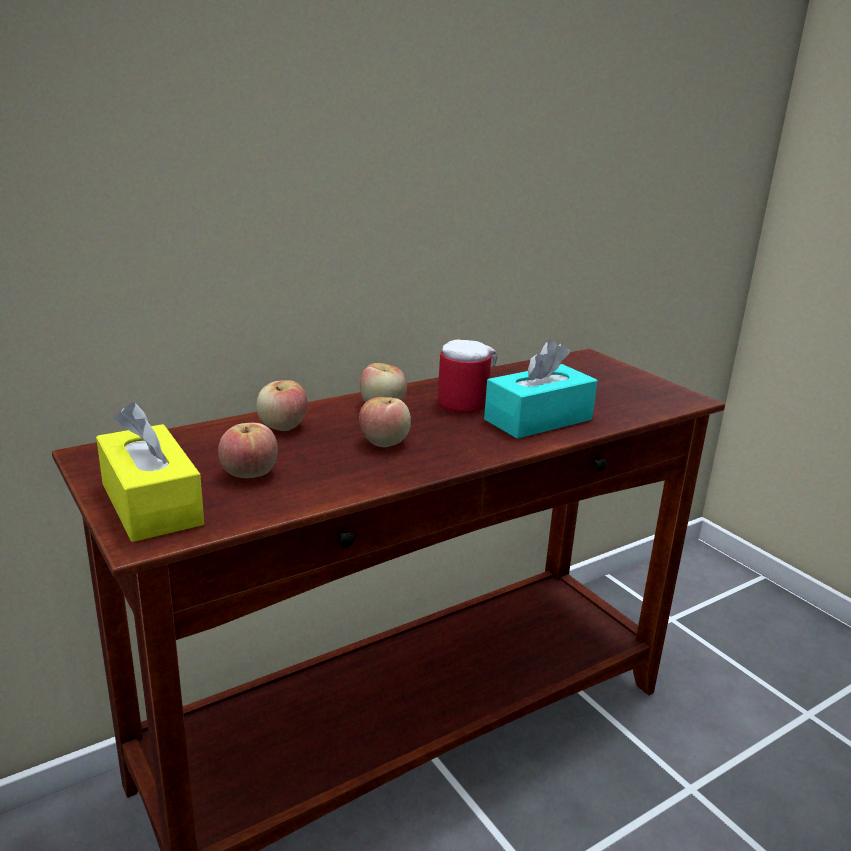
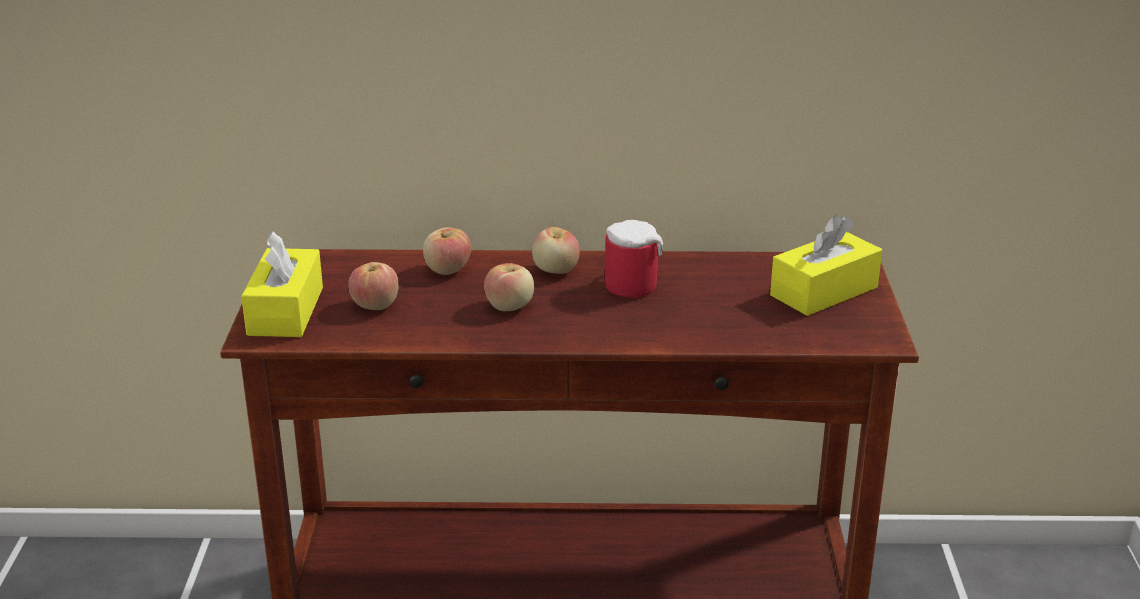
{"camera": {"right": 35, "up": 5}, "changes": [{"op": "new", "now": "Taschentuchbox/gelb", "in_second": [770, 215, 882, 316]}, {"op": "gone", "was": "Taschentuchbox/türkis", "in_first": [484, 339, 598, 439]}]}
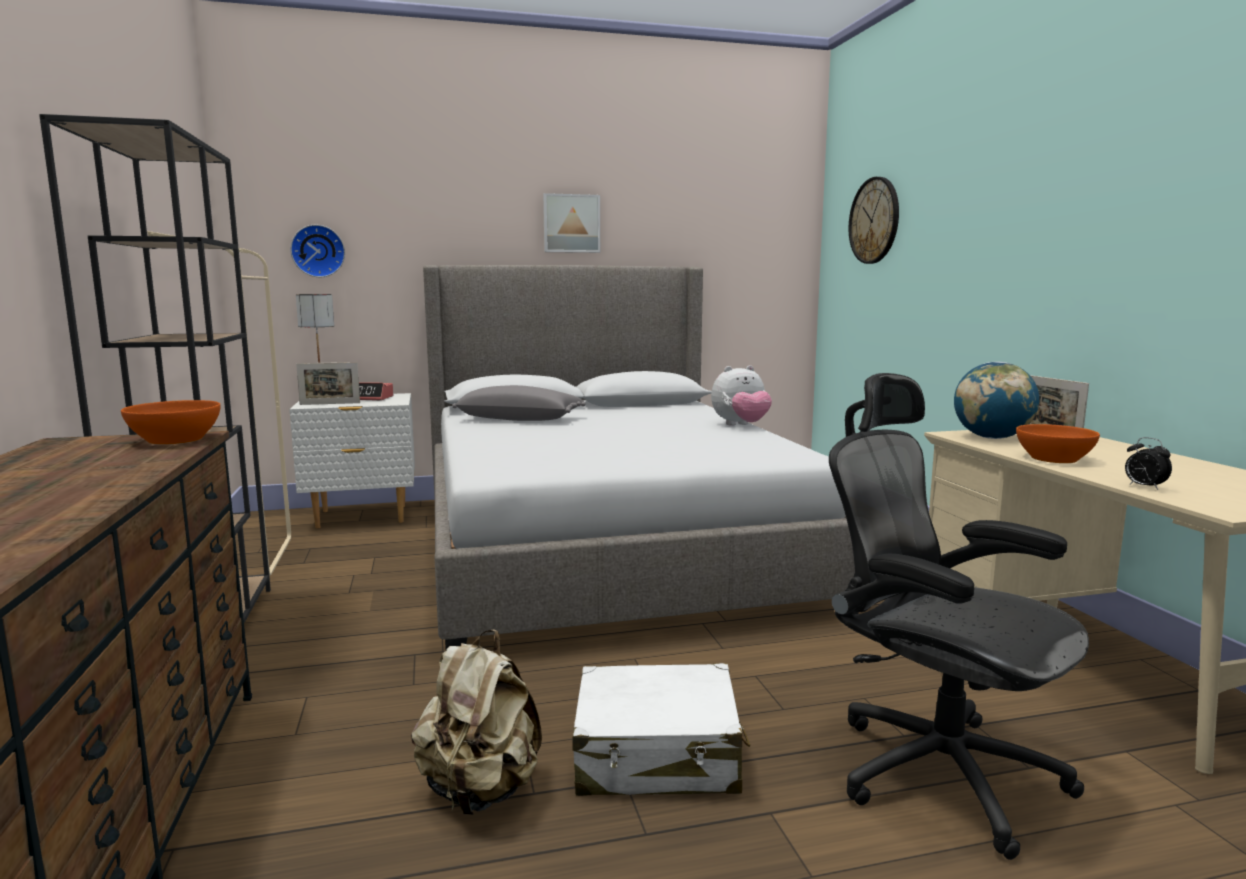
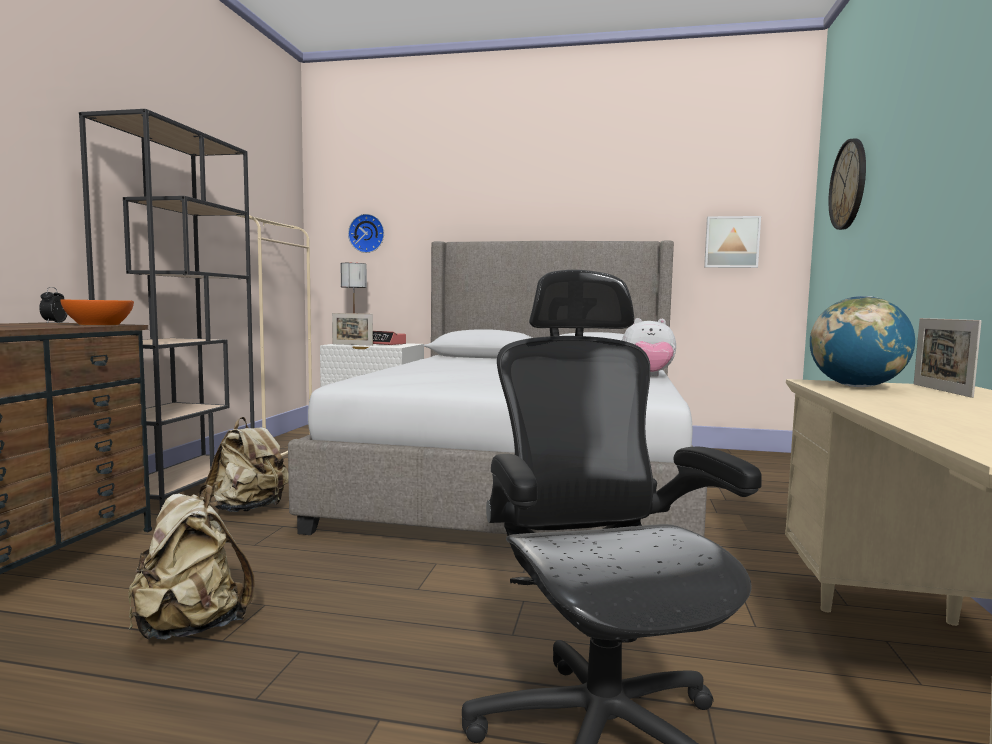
{"camera": {"right": 25, "up": -5}, "changes": [{"op": "shifted", "was": "Wecker", "in_first": [1125, 437, 1172, 490], "in_second": [39, 287, 67, 323]}, {"op": "new", "now": "Rucksack/beige", "in_second": [202, 417, 289, 512]}, {"op": "shifted", "was": "Bild", "in_first": [543, 193, 600, 253], "in_second": [704, 216, 761, 268]}, {"op": "gone", "was": "Kissen/grau", "in_first": [452, 385, 586, 421]}, {"op": "gone", "was": "Koffer/weiß", "in_first": [572, 663, 750, 796]}, {"op": "gone", "was": "Schüssel/orange", "in_first": [1016, 424, 1100, 463]}]}
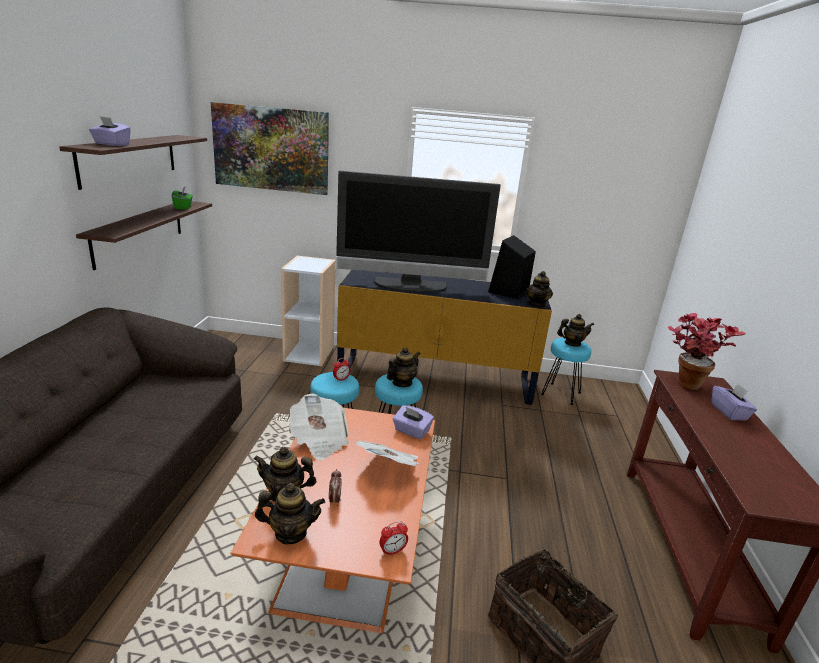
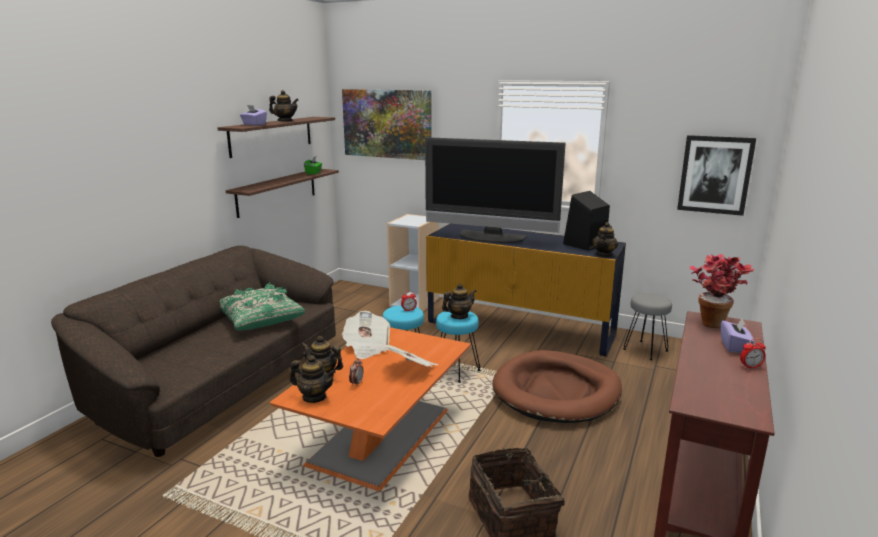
{"camera": {"right": 20, "up": -5}, "changes": [{"op": "new", "now": "Kissen/grün", "in_second": [220, 282, 305, 331]}, {"op": "shifted", "was": "Teekanne", "in_first": [557, 314, 594, 347], "in_second": [269, 90, 299, 121]}, {"op": "new", "now": "Hundebett/braun", "in_second": [492, 350, 622, 423]}, {"op": "repainted", "was": "Hocker/türkis", "now": "Hocker/grau", "in_first": [542, 338, 591, 405], "in_second": [623, 293, 672, 360]}, {"op": "new", "now": "Bild", "in_second": [677, 135, 756, 216]}, {"op": "shifted", "was": "Wecker", "in_first": [379, 521, 408, 556], "in_second": [740, 339, 766, 369]}, {"op": "gone", "was": "Taschentuchbox/lila", "in_first": [393, 405, 434, 439]}]}
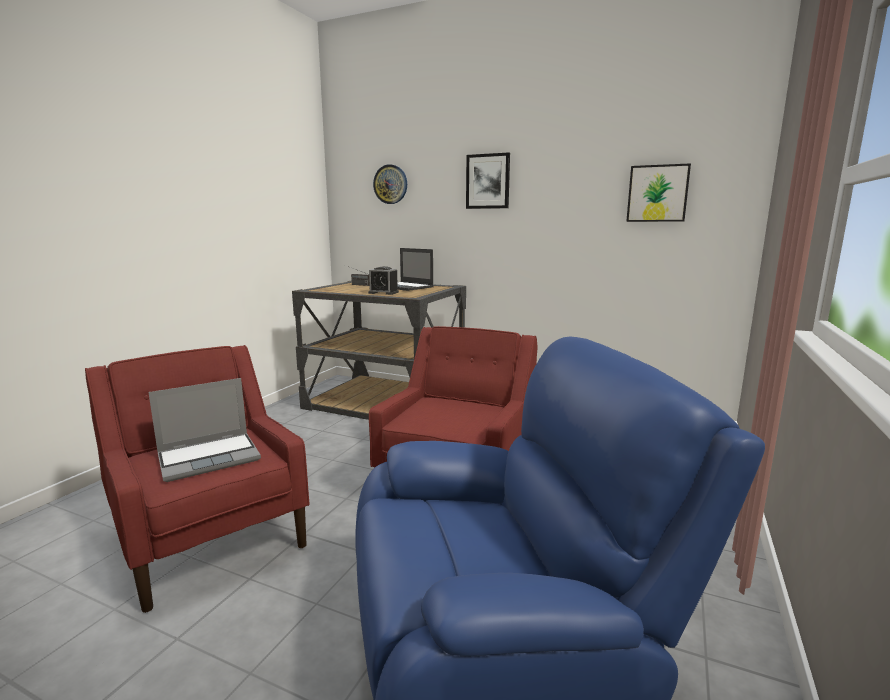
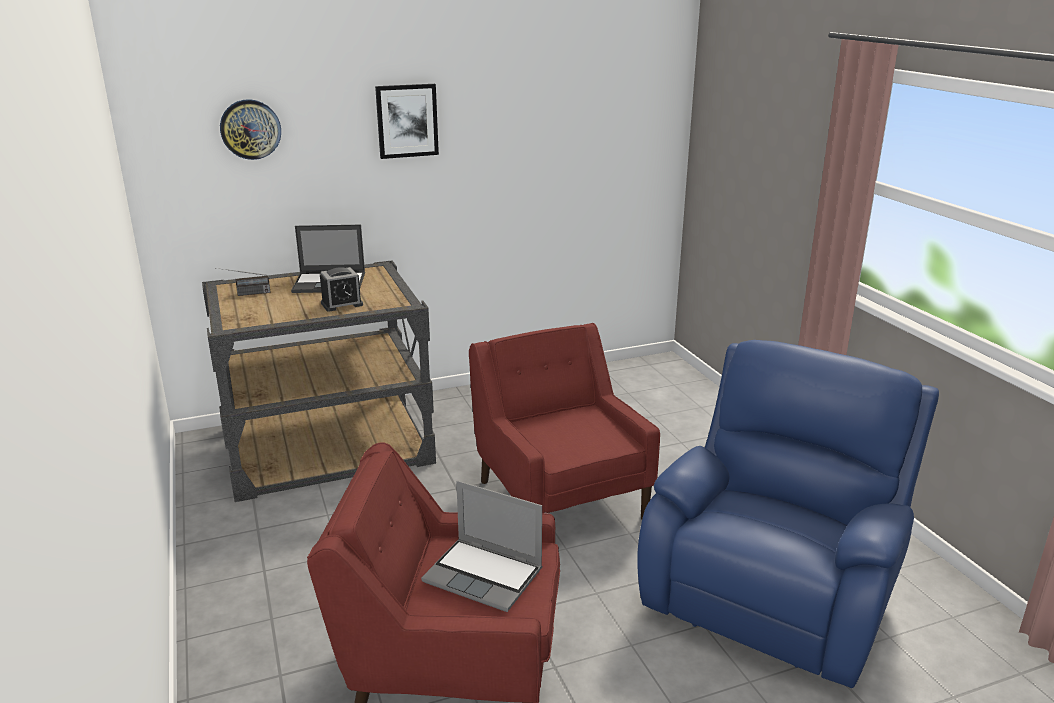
{"camera": {"right": -45, "up": 10}, "changes": [{"op": "rotated", "was": "Laptop", "in_first": [148, 378, 261, 482], "in_second": [421, 481, 542, 612], "clockwise": 105}, {"op": "gone", "was": "Bild", "in_first": [626, 163, 691, 222]}]}
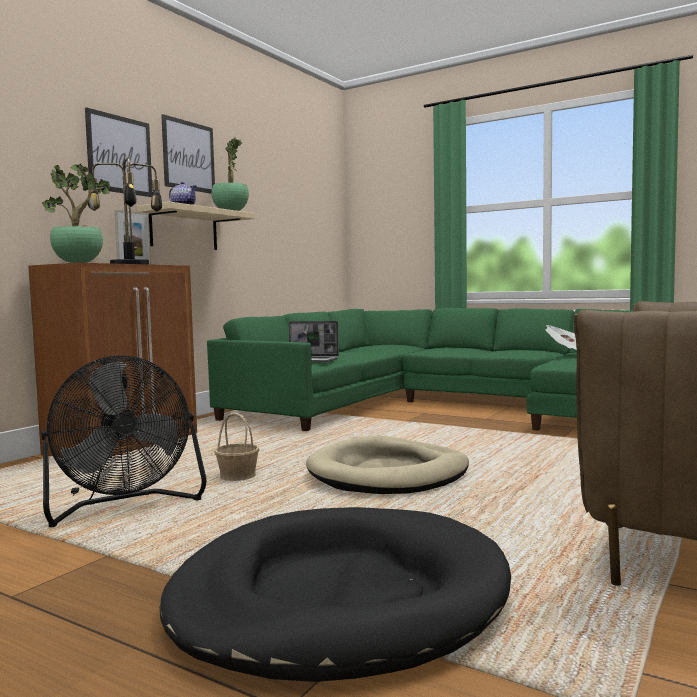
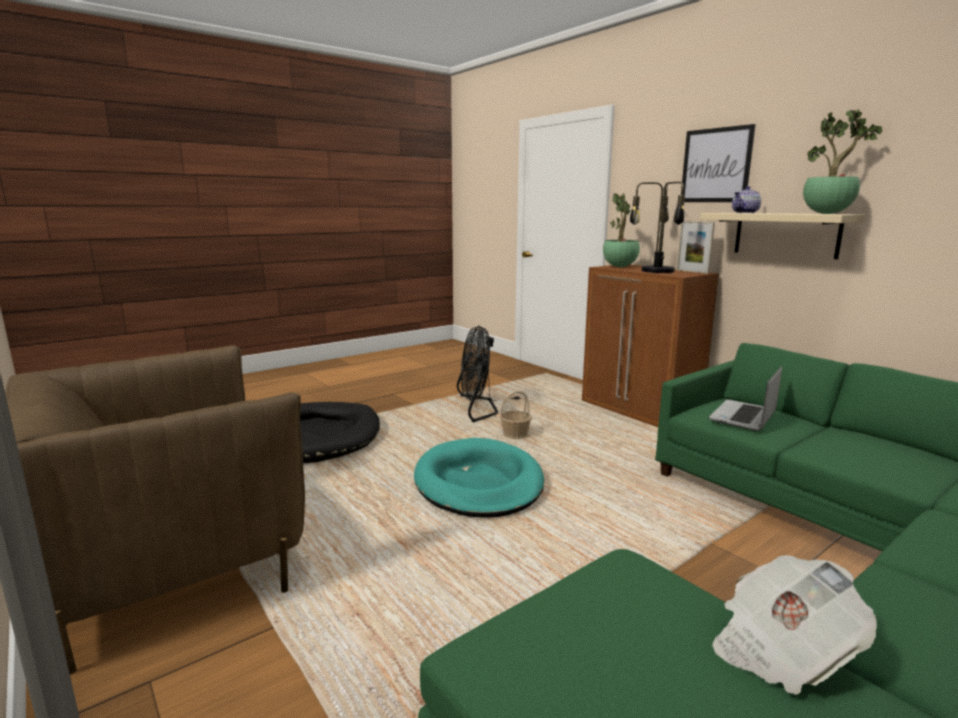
{"camera": {"right": 110, "up": 10}, "changes": [{"op": "repainted", "was": "Hundebett/beige", "now": "Hundebett/türkis", "in_first": [306, 436, 469, 494], "in_second": [414, 438, 544, 518]}, {"op": "gone", "was": "Bild", "in_first": [161, 114, 215, 194]}]}
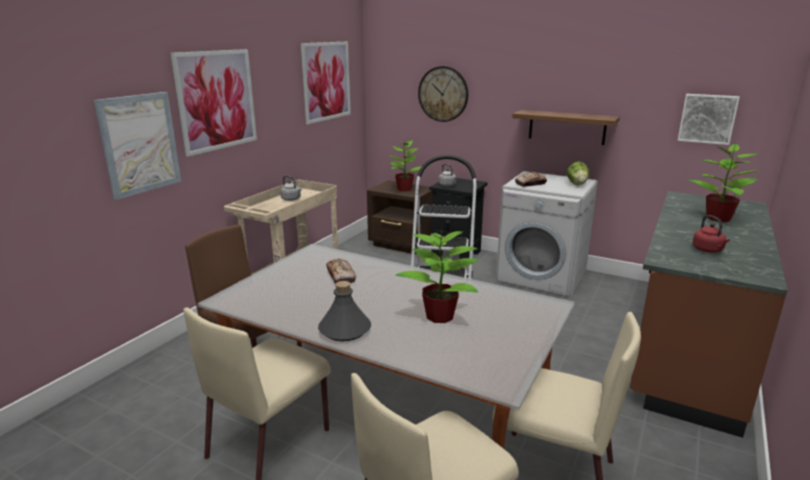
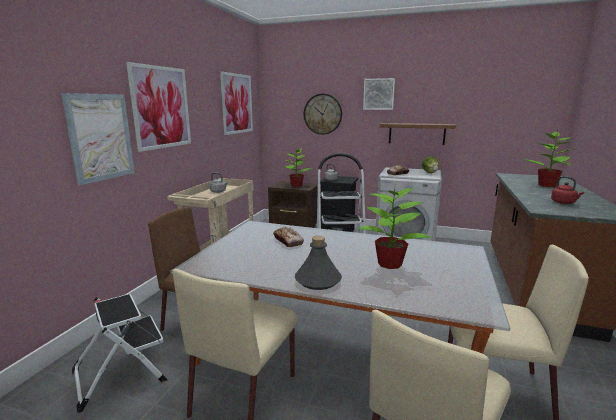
{"camera": {"right": -10, "up": -5}, "changes": [{"op": "new", "now": "Trittleiter", "in_second": [72, 294, 168, 413]}, {"op": "shifted", "was": "Bild", "in_first": [677, 94, 740, 145], "in_second": [363, 78, 395, 110]}]}
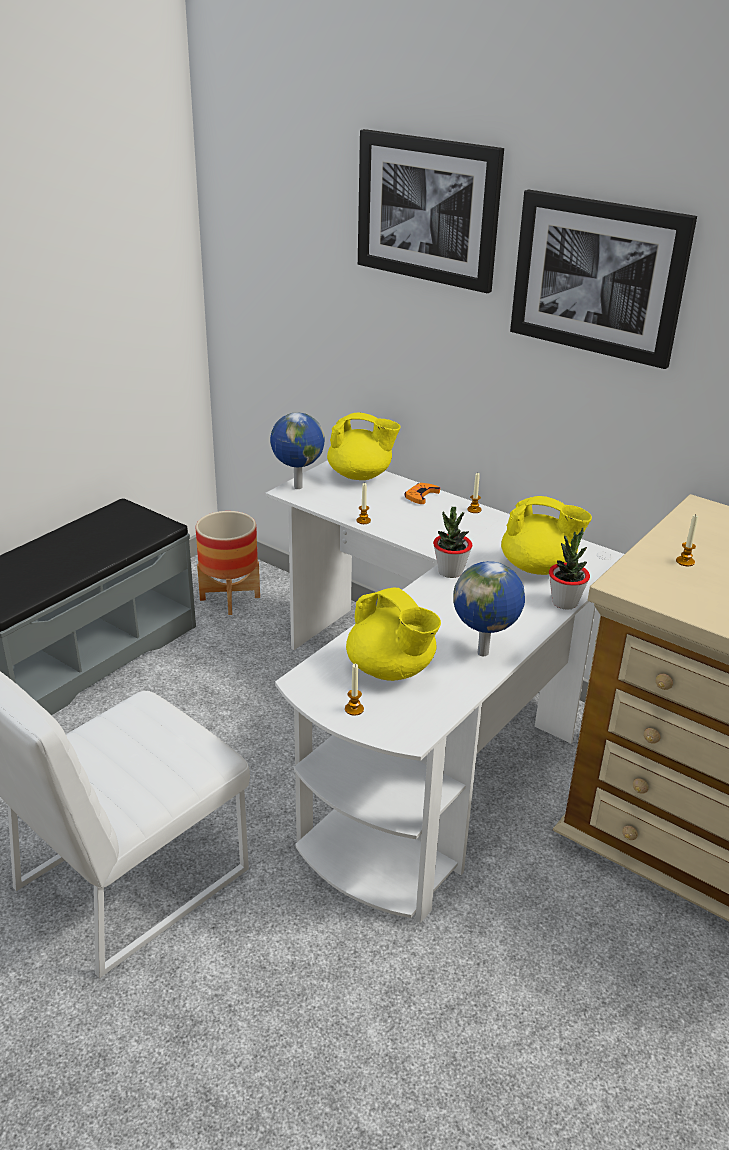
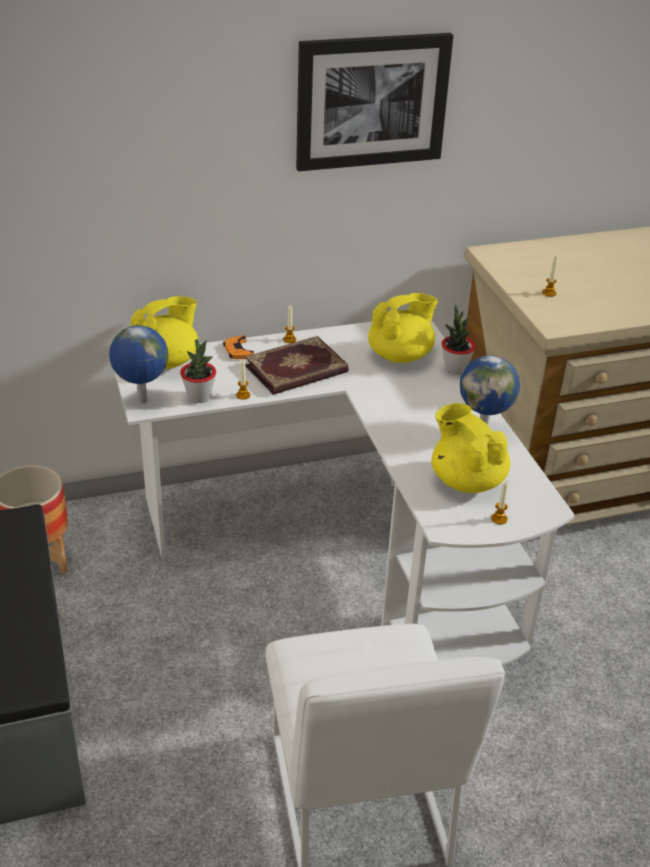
{"camera": {"right": -55, "up": 5}, "changes": [{"op": "shifted", "was": "Topfpflanze", "in_first": [433, 507, 472, 578], "in_second": [180, 339, 216, 403]}, {"op": "new", "now": "Buch", "in_second": [245, 336, 349, 395]}, {"op": "rotated", "was": "Teekanne/gelb", "in_first": [346, 587, 441, 681], "in_second": [432, 403, 510, 493], "clockwise": -120}, {"op": "gone", "was": "Bild", "in_first": [358, 129, 504, 293]}]}
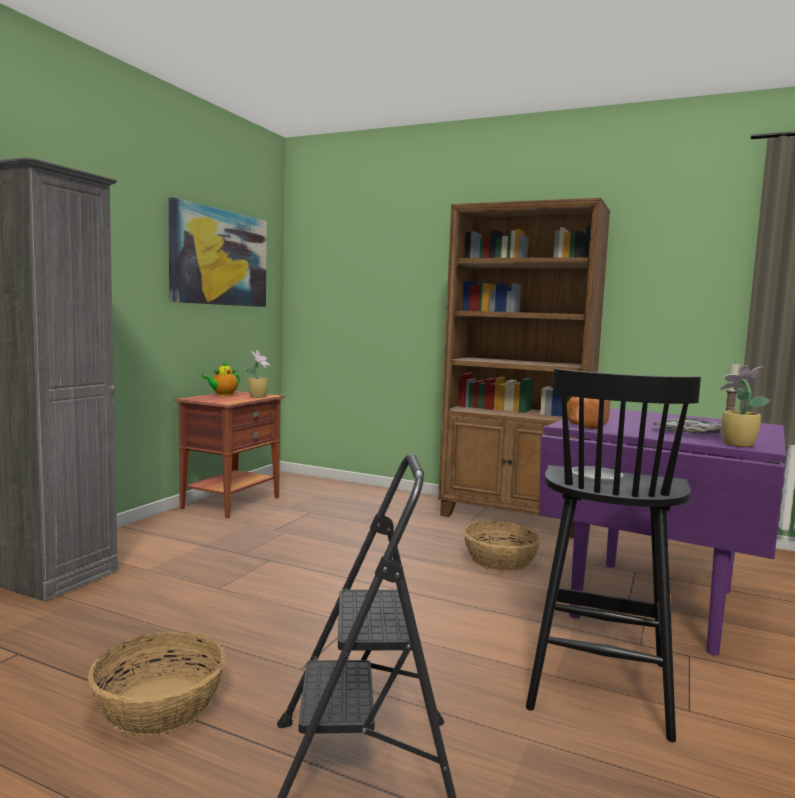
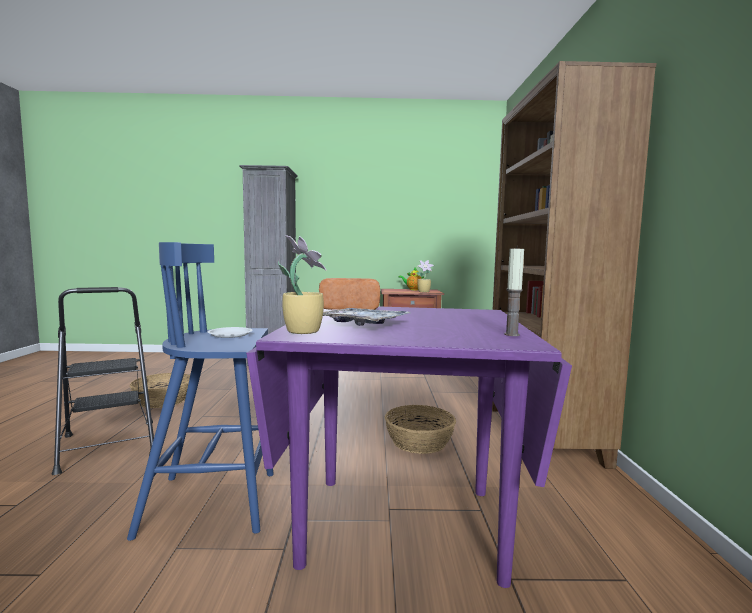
{"camera": {"right": 65, "up": 0}, "changes": [{"op": "repainted", "was": "Hocker/schwarz", "now": "Hocker/blau", "in_first": [526, 368, 701, 742], "in_second": [127, 242, 274, 541]}, {"op": "gone", "was": "Bild", "in_first": [168, 197, 267, 307]}]}
